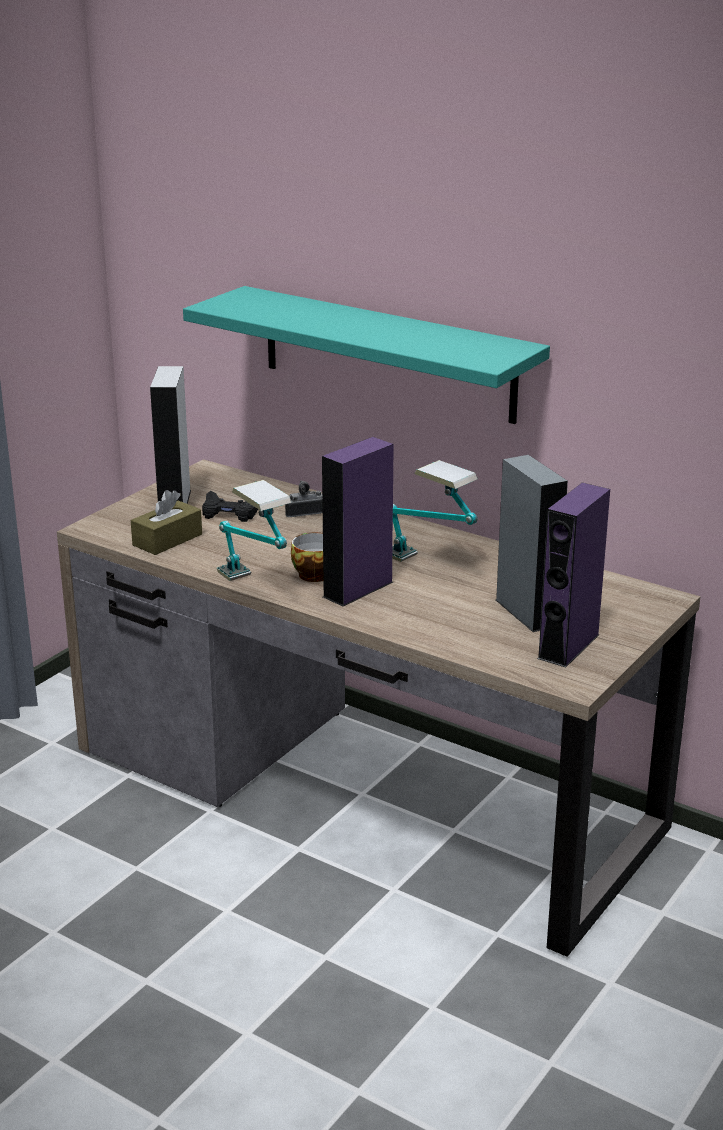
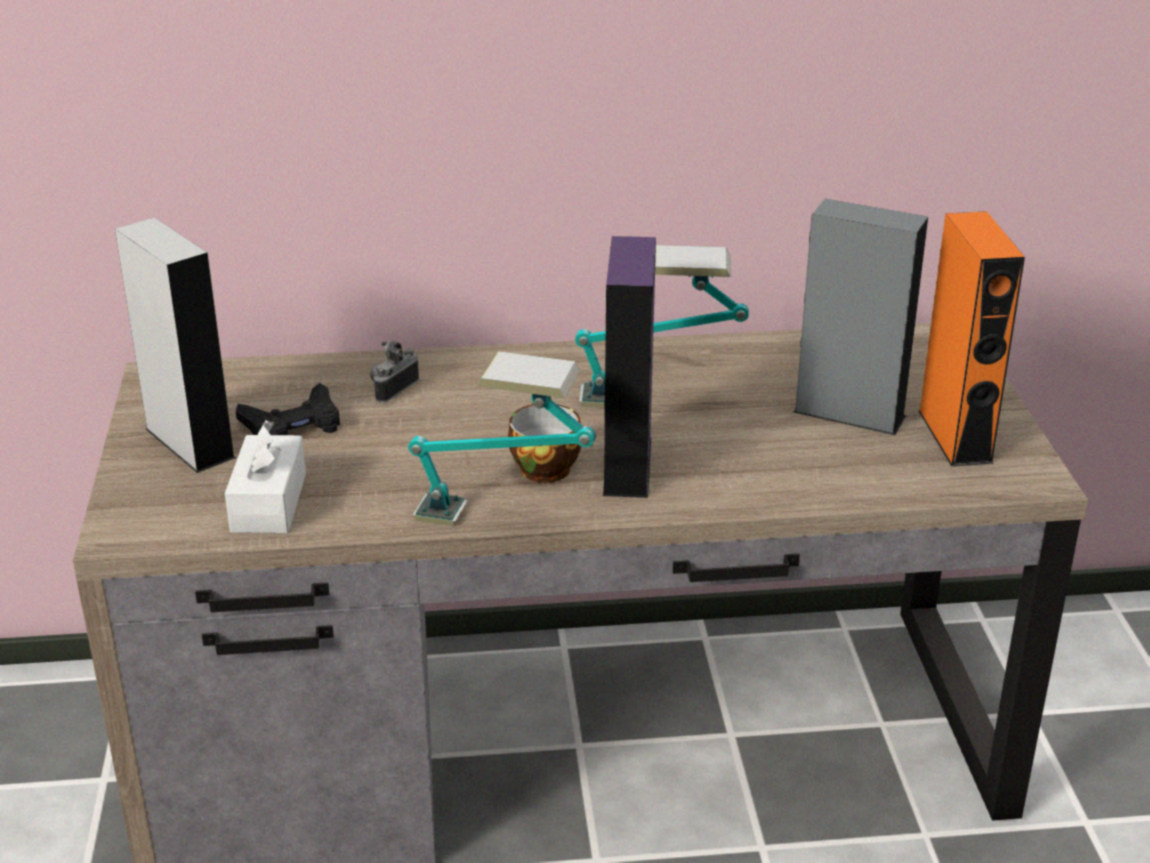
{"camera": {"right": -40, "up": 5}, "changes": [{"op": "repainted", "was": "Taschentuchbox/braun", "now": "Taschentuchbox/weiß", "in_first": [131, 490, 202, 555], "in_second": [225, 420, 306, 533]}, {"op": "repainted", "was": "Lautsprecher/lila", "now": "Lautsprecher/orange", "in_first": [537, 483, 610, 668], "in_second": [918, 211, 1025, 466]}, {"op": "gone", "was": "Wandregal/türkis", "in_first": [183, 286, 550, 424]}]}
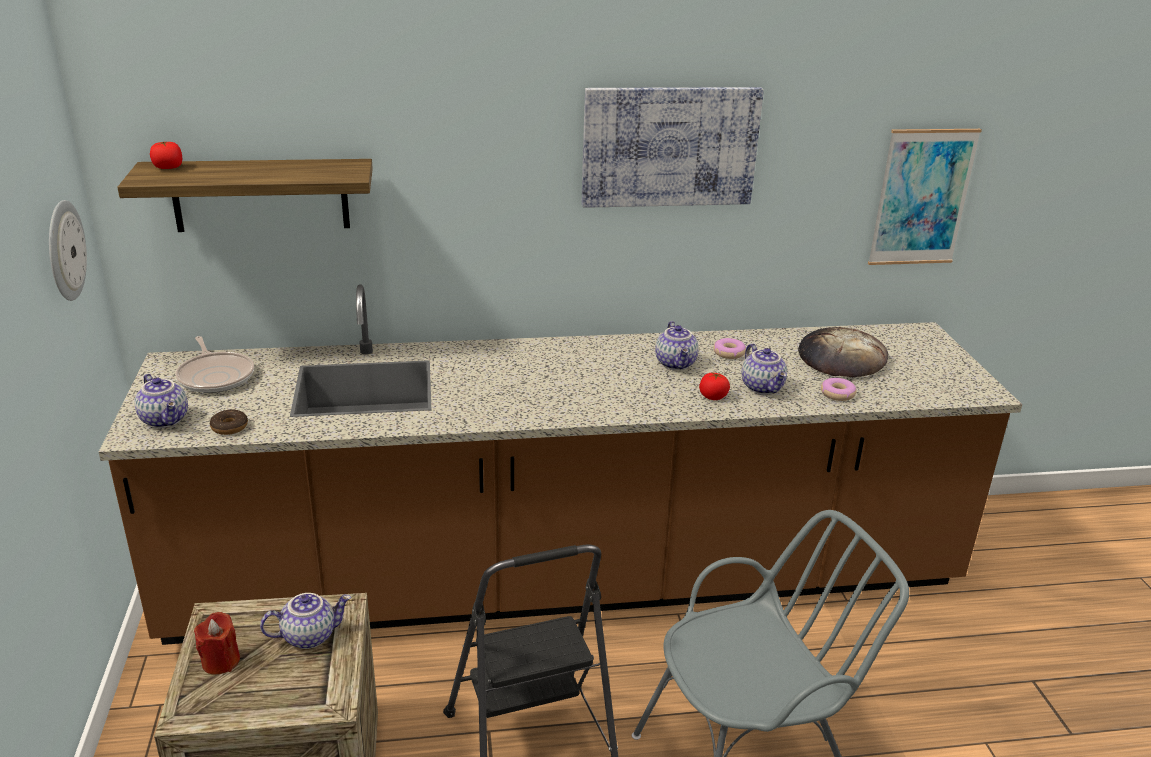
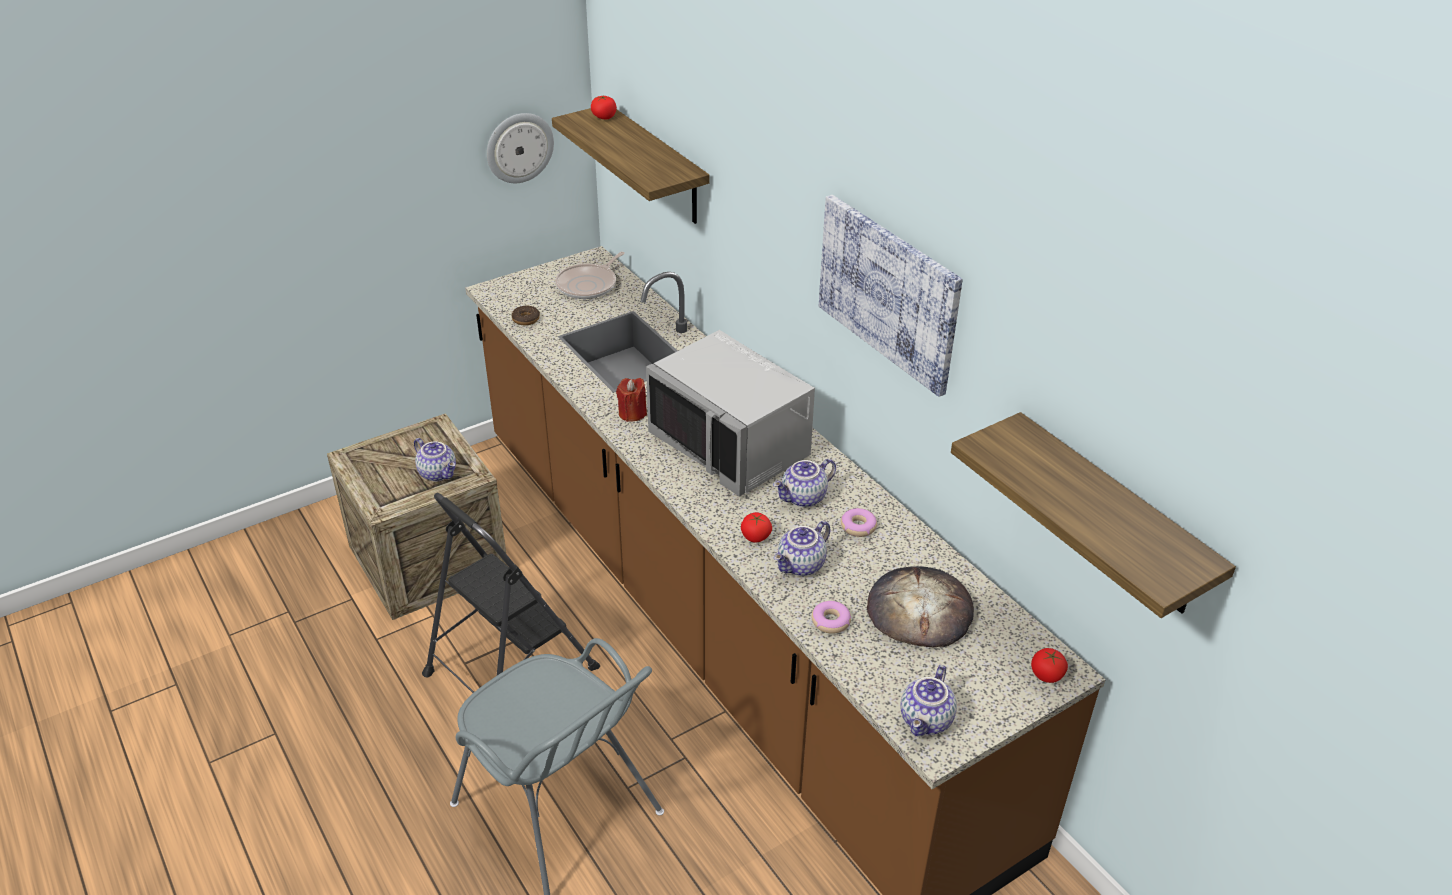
{"camera": {"right": 65, "up": 10}, "changes": [{"op": "shifted", "was": "Kerze/rot", "in_first": [194, 612, 240, 675], "in_second": [616, 378, 647, 422]}, {"op": "new", "now": "Mikrowelle/grau", "in_second": [646, 330, 815, 497]}, {"op": "shifted", "was": "Teekanne", "in_first": [135, 374, 188, 428], "in_second": [900, 665, 957, 736]}, {"op": "swapped", "was": "Bild", "now": "Wandregal", "in_first": [868, 129, 982, 265], "in_second": [951, 412, 1236, 618]}, {"op": "new", "now": "Tomate", "in_second": [1031, 648, 1068, 683]}]}
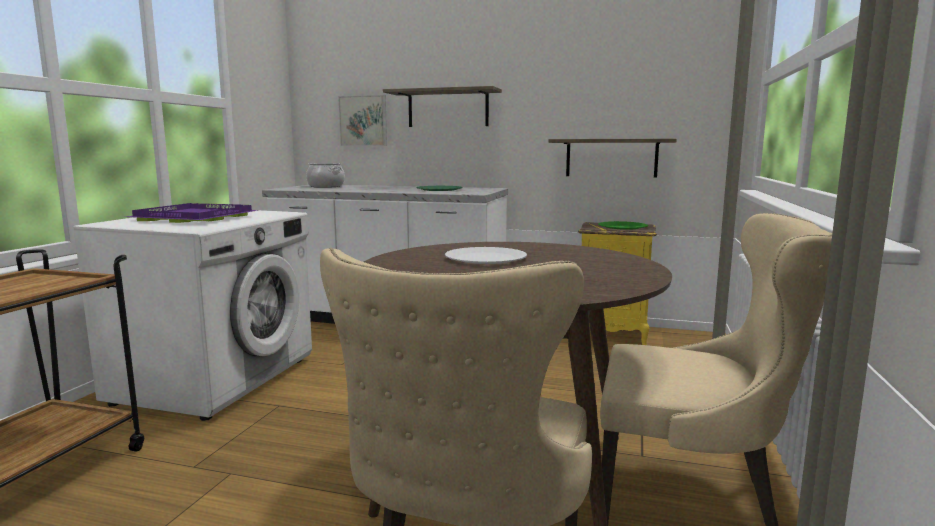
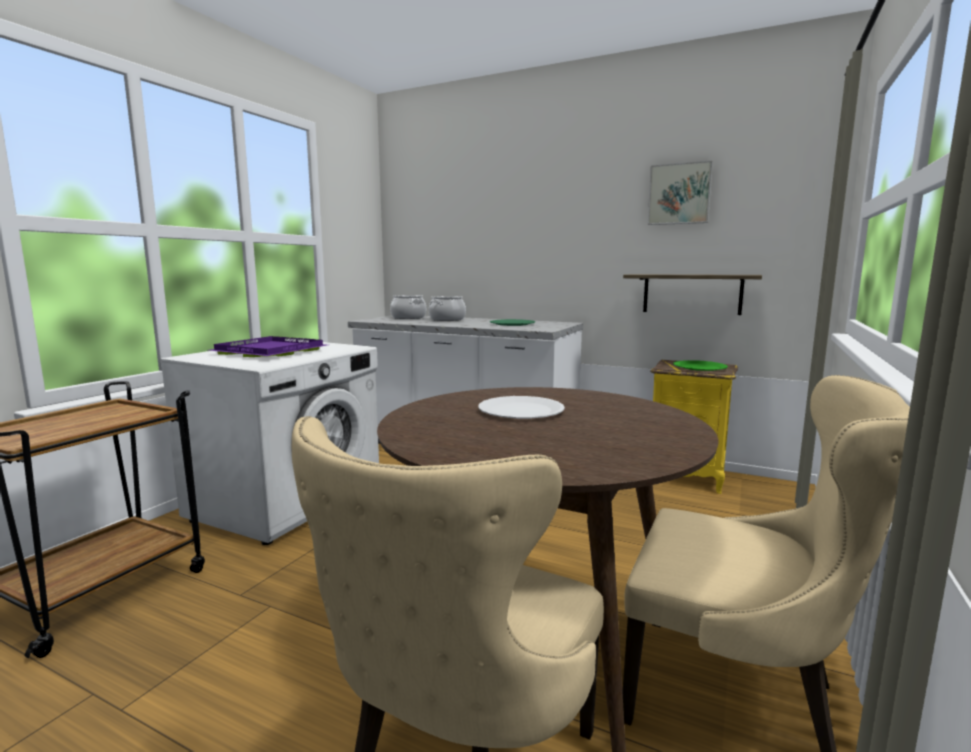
{"camera": {"right": 10, "up": 0}, "changes": [{"op": "new", "now": "Kochtopf", "in_second": [429, 296, 466, 321]}, {"op": "shifted", "was": "Bild", "in_first": [338, 95, 387, 146], "in_second": [647, 161, 713, 225]}, {"op": "gone", "was": "Wandregal", "in_first": [383, 86, 502, 127]}]}
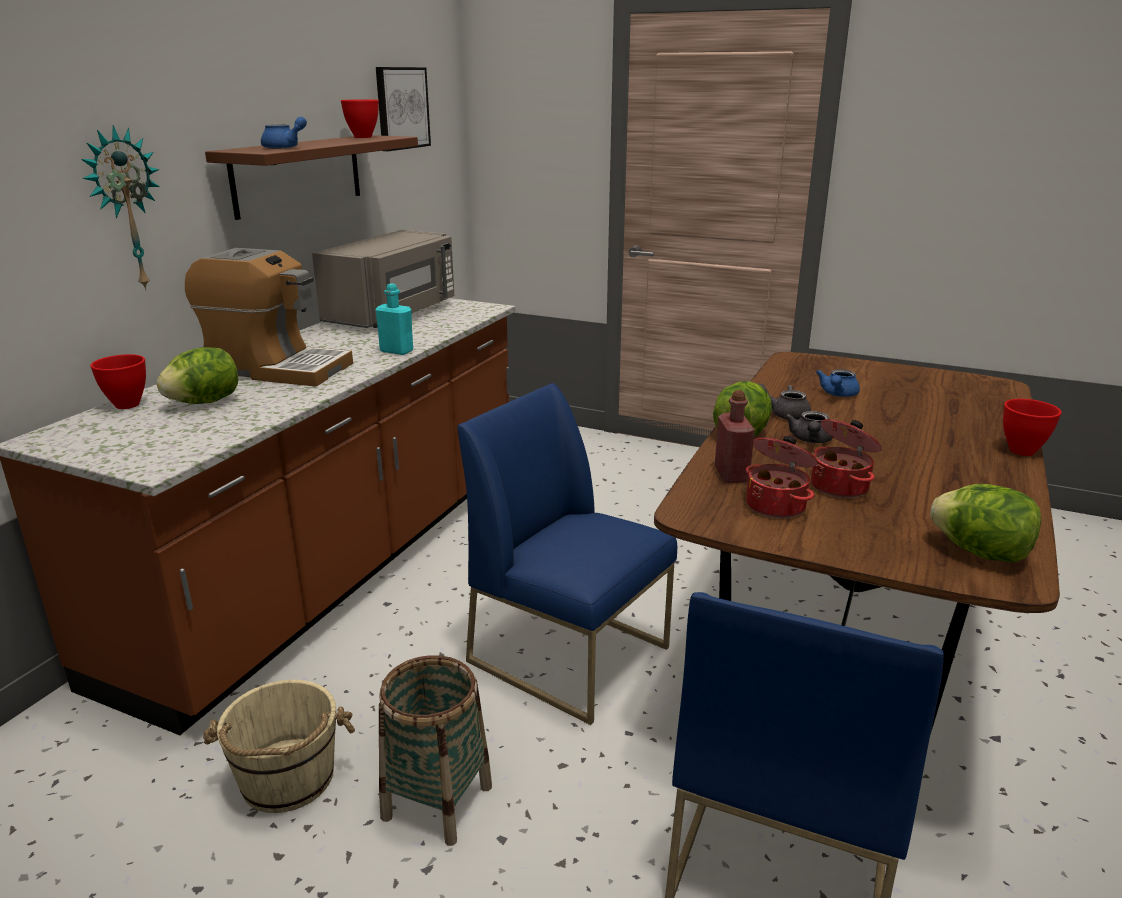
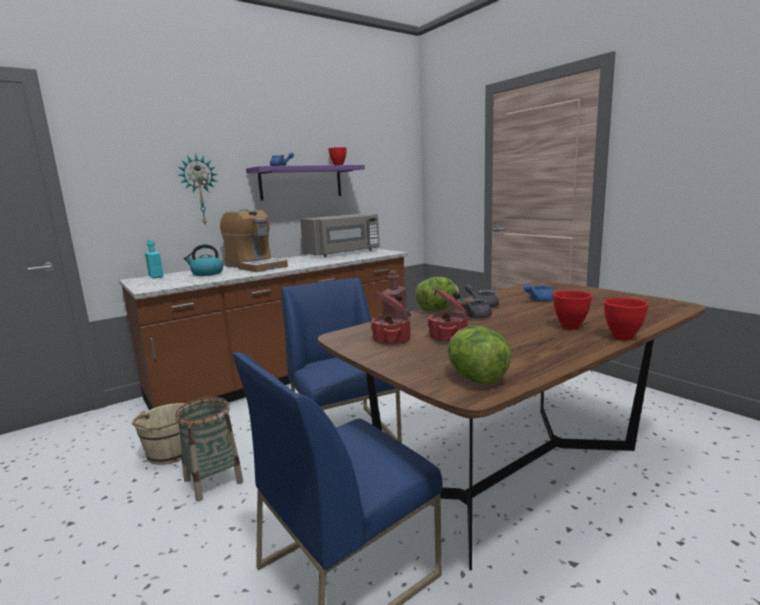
{"camera": {"right": 30, "up": -10}, "changes": [{"op": "shifted", "was": "Flasche/türkis", "in_first": [375, 283, 413, 355], "in_second": [145, 239, 164, 278]}, {"op": "swapped", "was": "Salatkopf", "now": "Wasserkessel", "in_first": [156, 347, 238, 404], "in_second": [184, 244, 223, 276]}, {"op": "repainted", "was": "Wandregal/braun", "now": "Wandregal/lila", "in_first": [205, 135, 418, 220], "in_second": [246, 165, 365, 200]}, {"op": "shifted", "was": "Schüssel/rot", "in_first": [90, 354, 146, 409], "in_second": [553, 290, 592, 330]}, {"op": "gone", "was": "Bild", "in_first": [376, 67, 431, 151]}]}
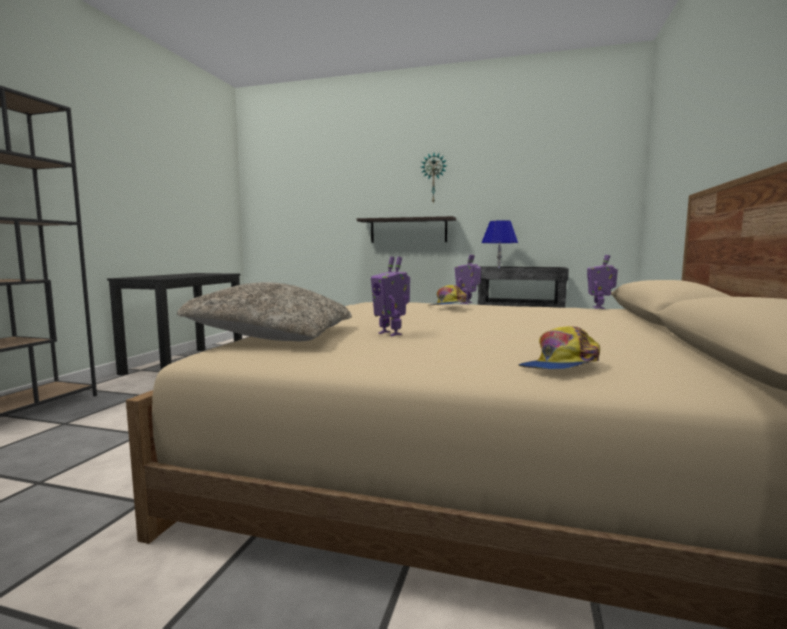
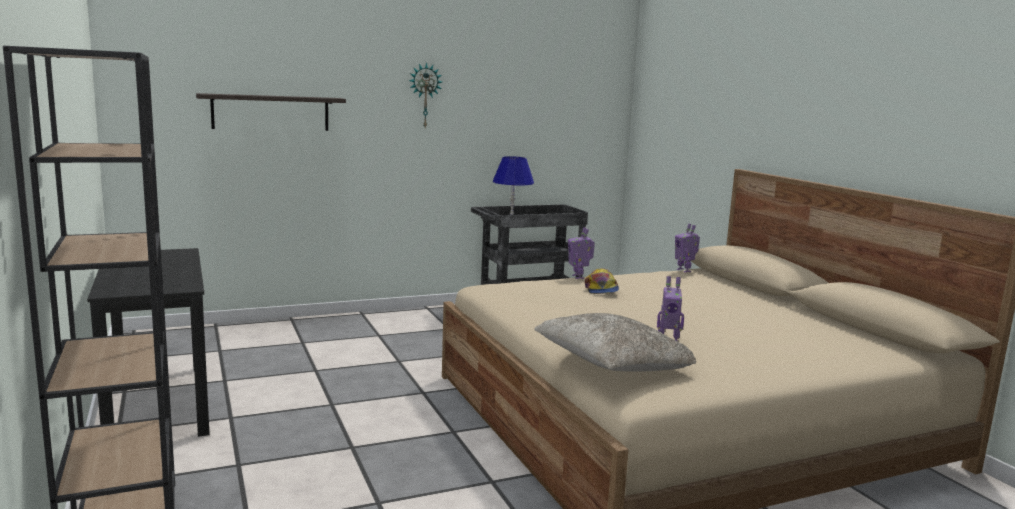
{"camera": {"right": -40, "up": 5}, "changes": [{"op": "shifted", "was": "Wandregal", "in_first": [357, 216, 456, 243], "in_second": [196, 93, 346, 131]}, {"op": "gone", "was": "Kappe", "in_first": [519, 326, 600, 369]}]}
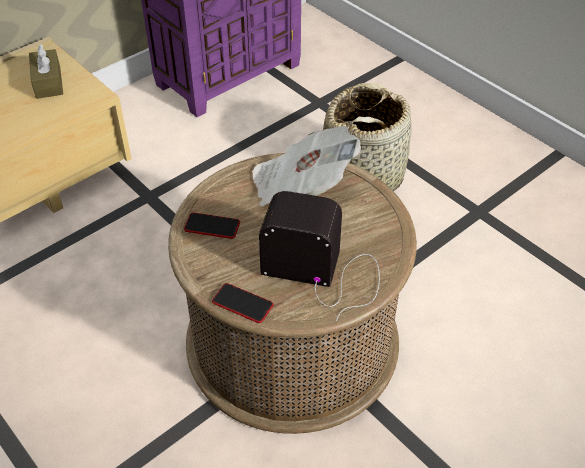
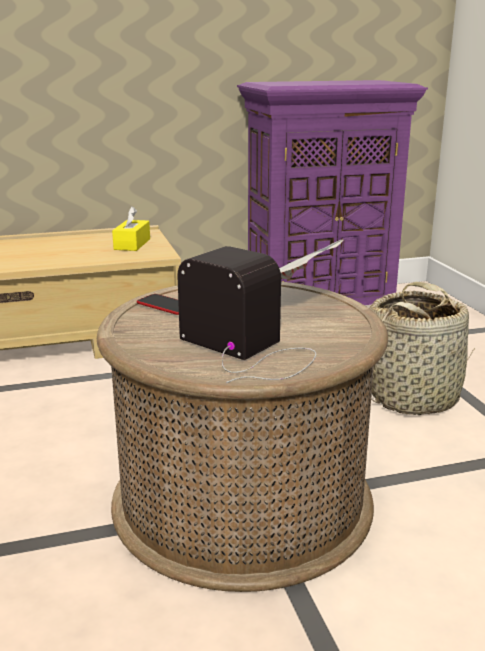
{"camera": {"right": 25, "up": -25}, "changes": [{"op": "repainted", "was": "Taschentuchbox/braun", "now": "Taschentuchbox/gelb", "in_first": [29, 44, 63, 99], "in_second": [112, 206, 150, 251]}, {"op": "gone", "was": "Handy", "in_first": [212, 283, 273, 323]}]}
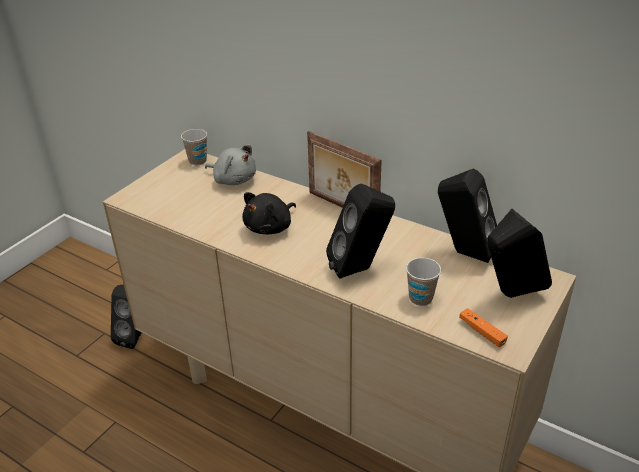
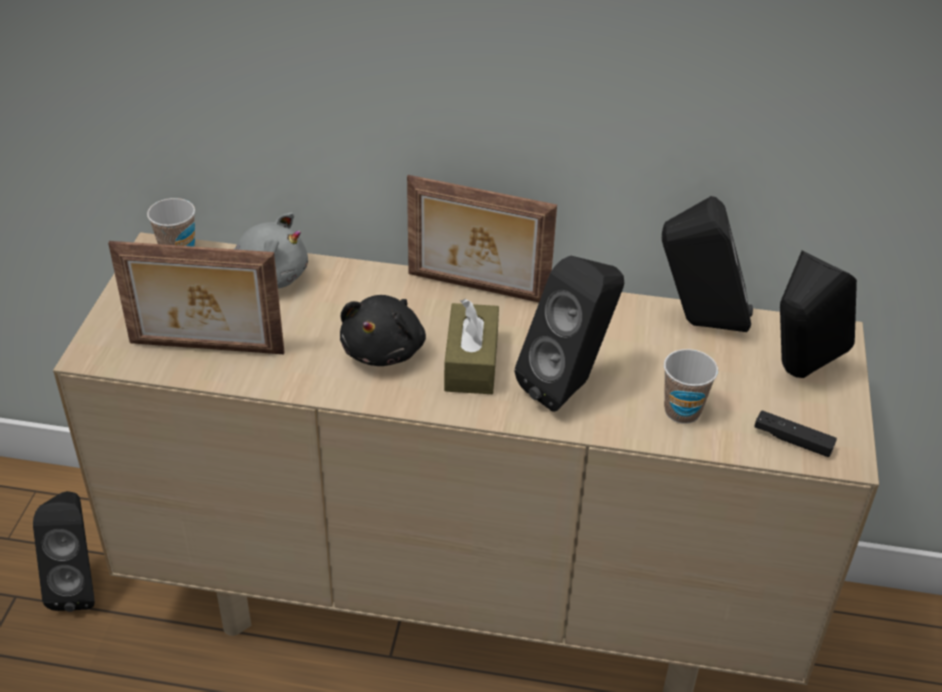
{"camera": {"right": -25, "up": 5}, "changes": [{"op": "new", "now": "Bilderrahmen", "in_second": [108, 241, 284, 354]}, {"op": "new", "now": "Taschentuchbox/braun", "in_second": [444, 299, 499, 394]}, {"op": "repainted", "was": "Gamepad/orange", "now": "Gamepad/schwarz", "in_first": [459, 308, 508, 347], "in_second": [755, 410, 837, 457]}]}
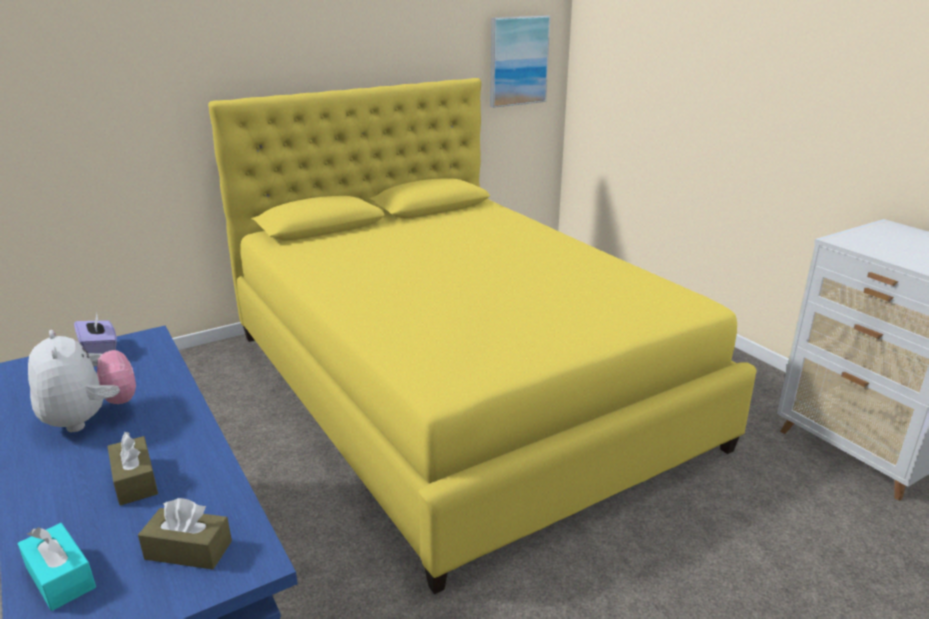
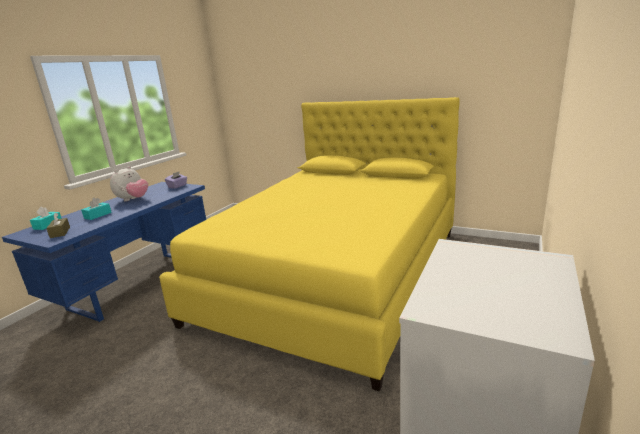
{"camera": {"right": 60, "up": -5}, "changes": [{"op": "repainted", "was": "Taschentuchbox/braun", "now": "Taschentuchbox/türkis", "in_first": [108, 432, 158, 506], "in_second": [81, 198, 112, 220]}, {"op": "gone", "was": "Bild", "in_first": [490, 15, 551, 108]}]}
